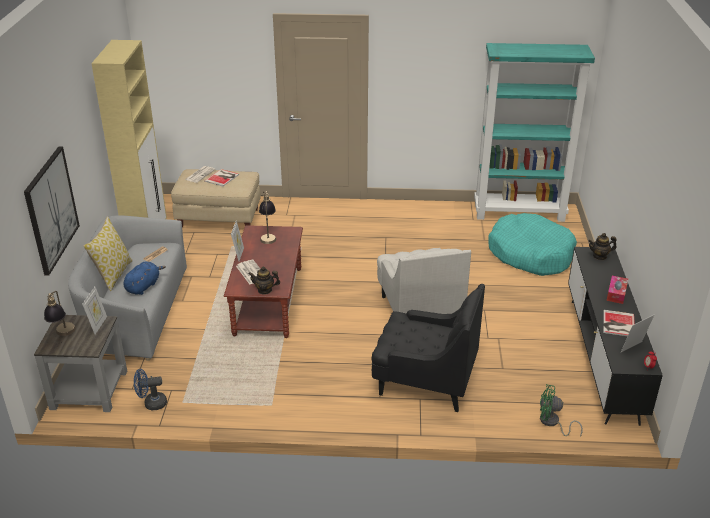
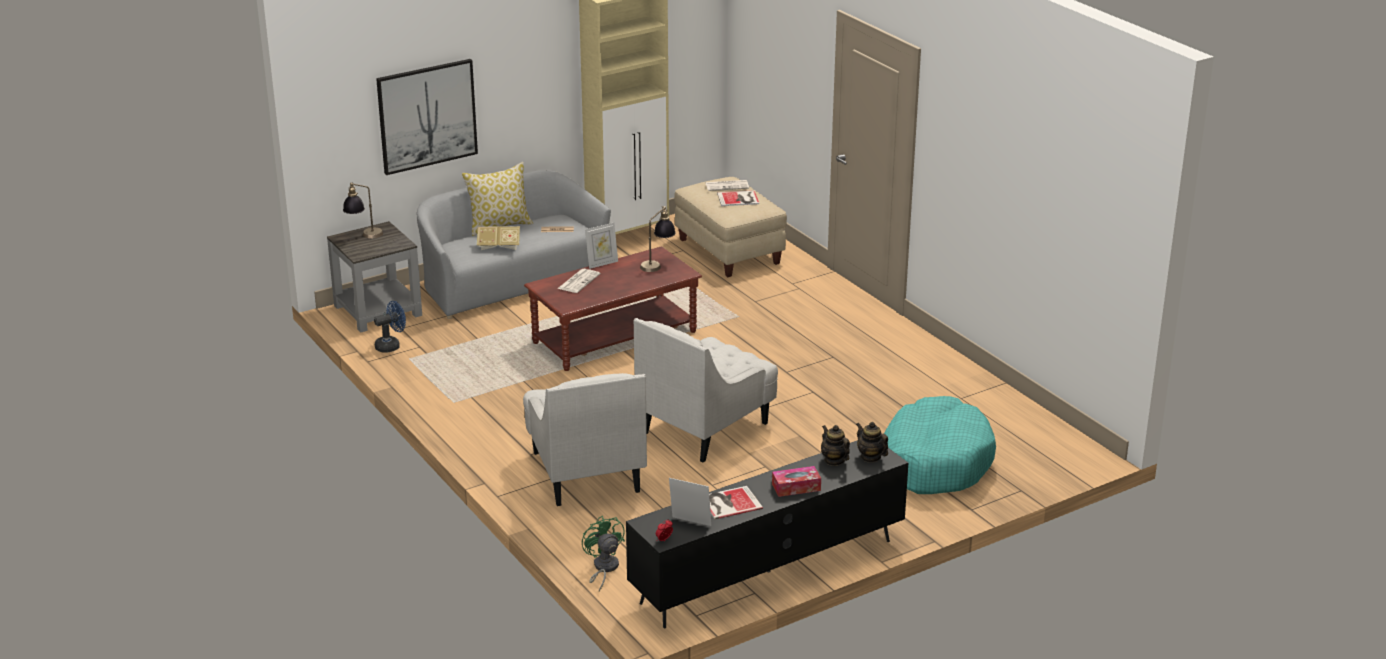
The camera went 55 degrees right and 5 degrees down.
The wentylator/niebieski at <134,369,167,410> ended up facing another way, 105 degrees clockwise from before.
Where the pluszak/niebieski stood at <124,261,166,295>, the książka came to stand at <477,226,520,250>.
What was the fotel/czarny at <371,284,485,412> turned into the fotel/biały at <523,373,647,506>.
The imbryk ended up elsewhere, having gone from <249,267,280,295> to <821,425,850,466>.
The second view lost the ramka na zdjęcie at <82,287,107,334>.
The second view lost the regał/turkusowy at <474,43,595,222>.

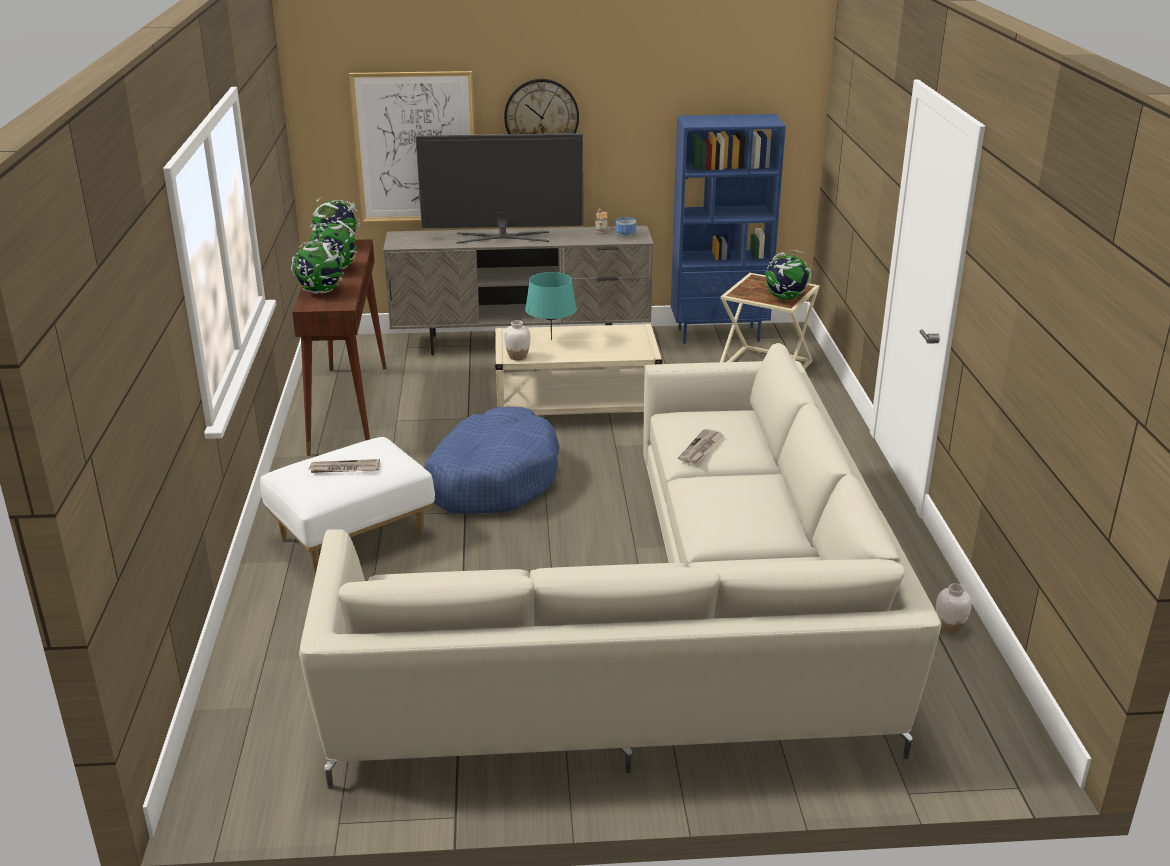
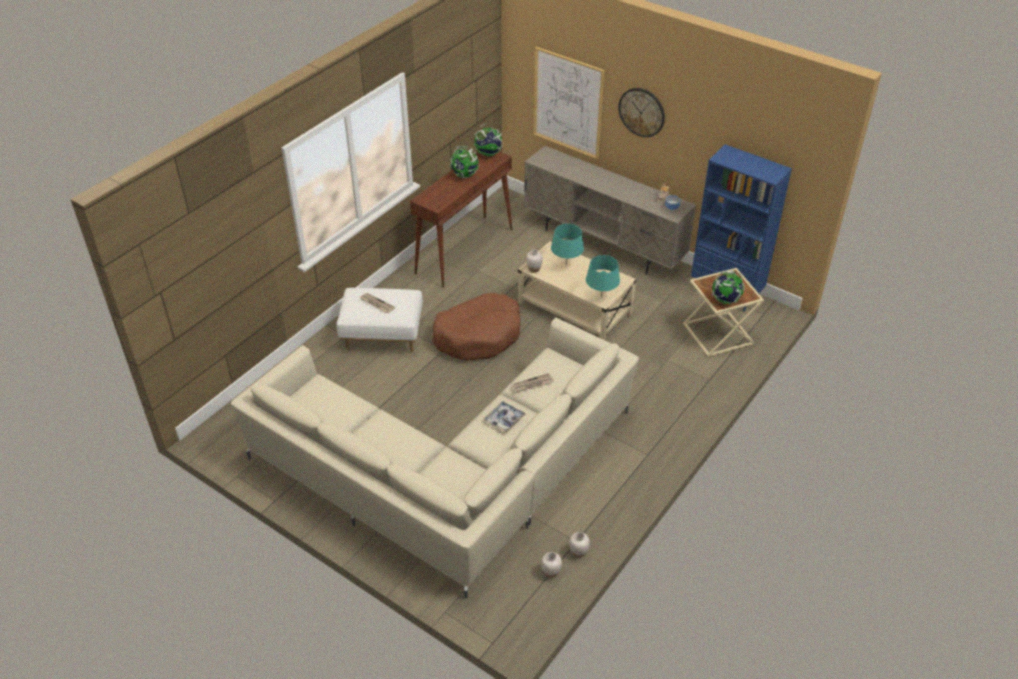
The camera went 40 degrees right and 15 degrees up.
What was the legowisko/niebieski at <424,407,560,514> turned into the legowisko/brązowy at <432,293,521,361>.
The second view gained the taca at <484,401,525,433>.
The second view gained the wazon/biały at <541,552,562,578>.
The second view gained the lampa stołowa/turkusowy at <586,255,620,297>.
The second view lost the globus at <291,240,344,294>.
The second view lost the telewizor at <416,133,583,244>.

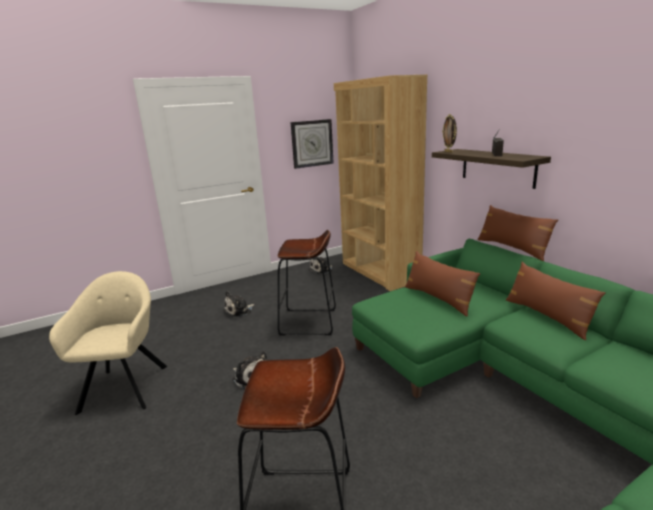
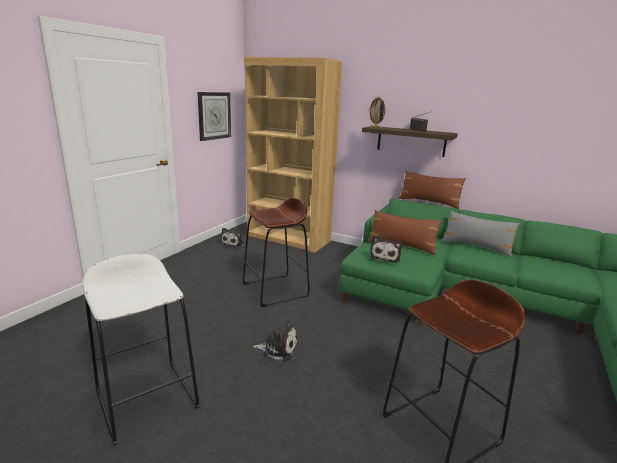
The camera went 35 degrees left and 0 degrees up.
Where the fotel/beżowy stood at <49,271,167,415>, the stołek/biały came to stand at <83,254,200,446>.
The pluszak ended up elsewhere, having gone from <224,291,255,317> to <370,236,402,263>.
What was the poduszka/brązowy at <506,262,606,340> turned into the poduszka/szary at <442,211,520,257>.

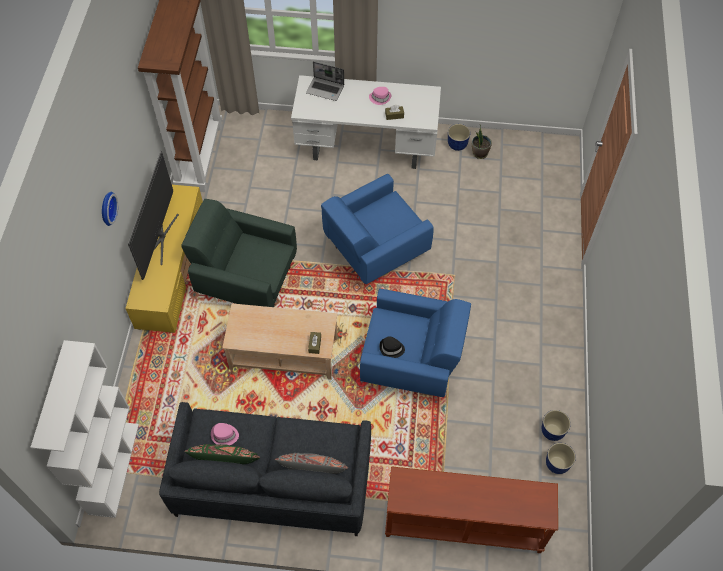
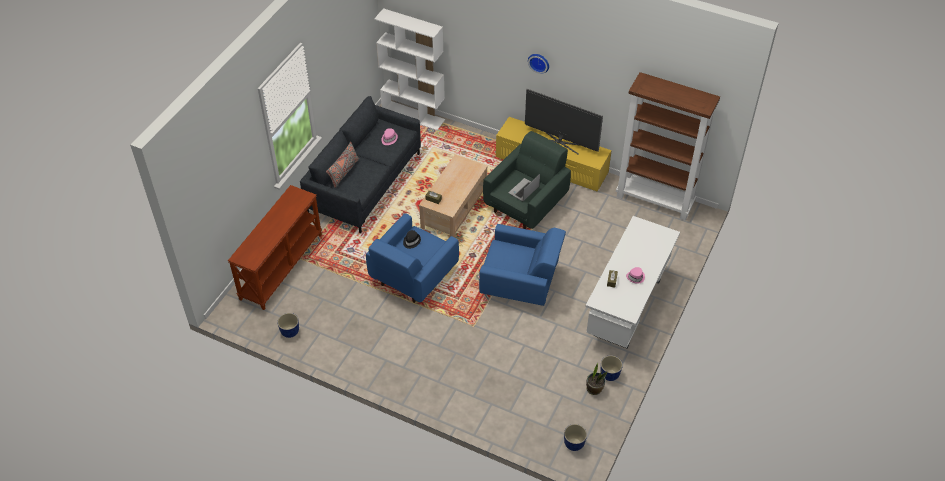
The camera went 110 degrees right and 10 degrees down.
The fotel/niebieski at <321,174,434,284> ended up facing another way, 120 degrees clockwise from before.
The laptop ended up elsewhere, having gone from <306,62,344,101> to <509,174,540,202>.
The donica ended up elsewhere, having gone from <542,410,571,441> to <564,424,587,451>.
The second view lost the poduszka/zielony at <184,444,260,464>.

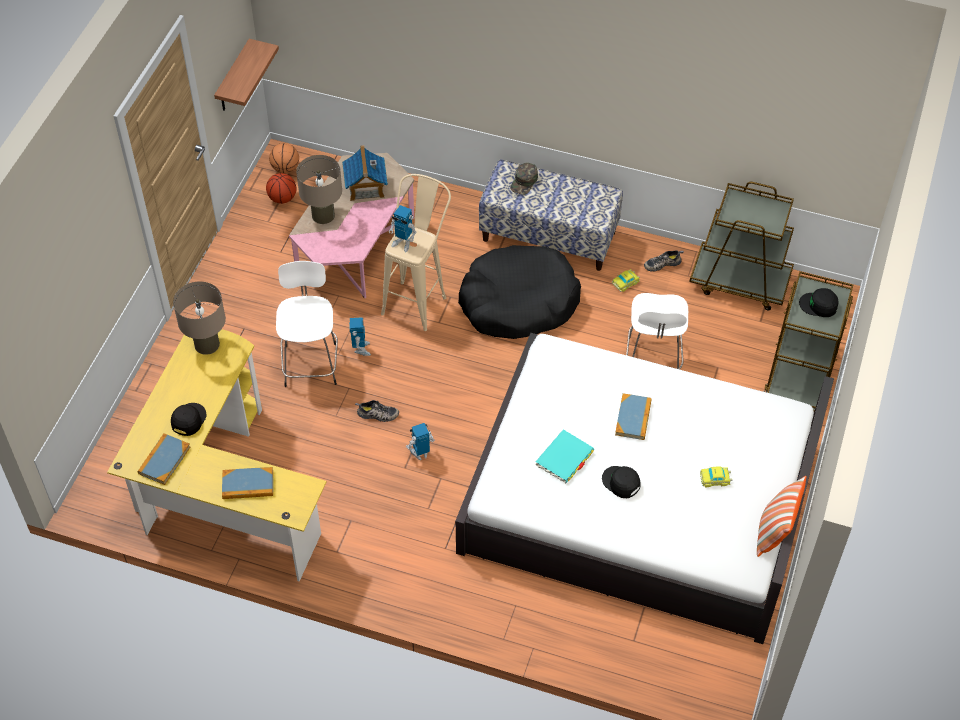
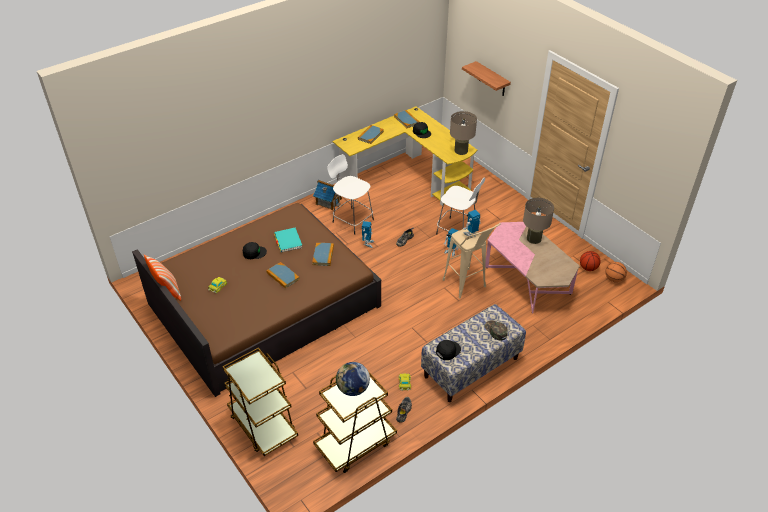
The camera went 125 degrees right and 10 degrees down.
What was the łóżko/biały at <455,333,834,644> turned into the łóżko/brązowy at <132,203,382,397>.
The second view gained the książka at <312,243,334,266>.
The domek ended up elsewhere, having gone from <342,145,388,201> to <313,180,342,210>.
The stołek/biały ended up elsewhere, having gone from <626,293,688,370> to <327,154,374,235>.
The second view gained the globus at <336,362,370,396>.
The czapka z daszkiem/czarny ended up elsewhere, having gone from <799,288,838,317> to <436,340,461,360>.
The półka ended up elsewhere, having gone from <214,39,279,110> to <462,61,511,96>.
The second view lost the legowisko/czarny at <458,245,581,339>.

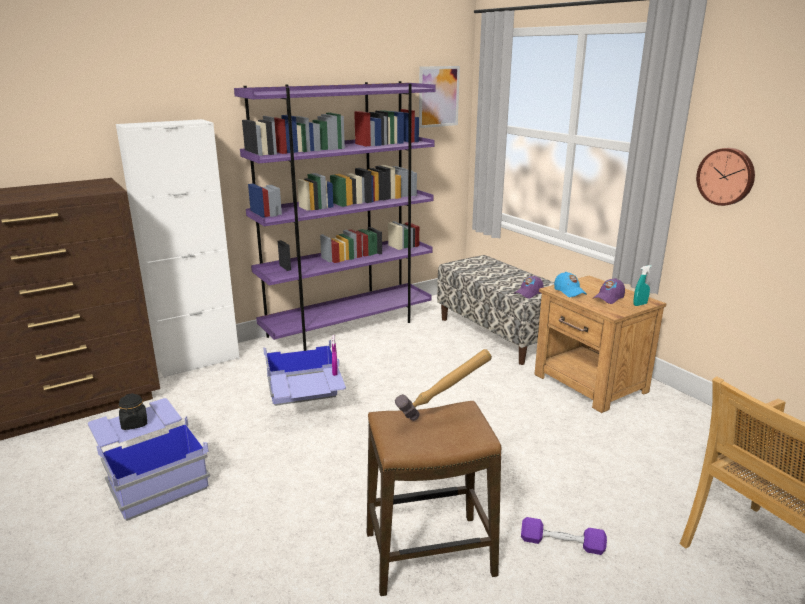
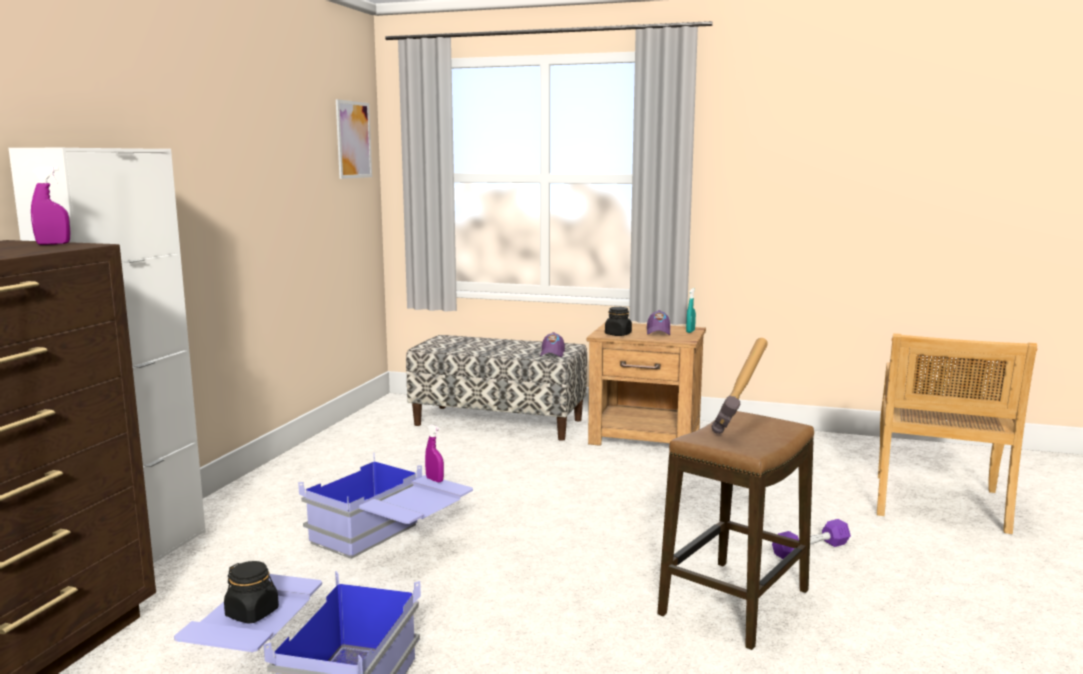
The camera went 40 degrees left and 10 degrees down.
The second view gained the spryskiwacz/fioletowy at <31,167,70,245>.
Where the czapka z daszkiem/niebieski stood at <554,272,587,297>, the słoik/czarny came to stand at <605,307,632,336>.
The second view lost the regał/fioletowy at <234,81,436,351>.
The second view lost the zegar ścienny at <696,148,755,206>.

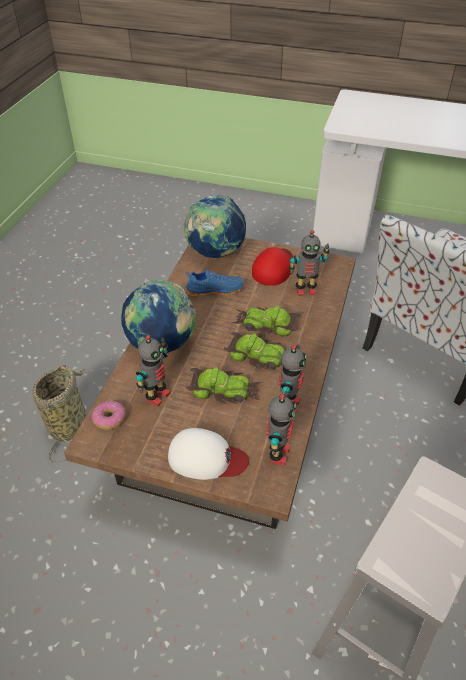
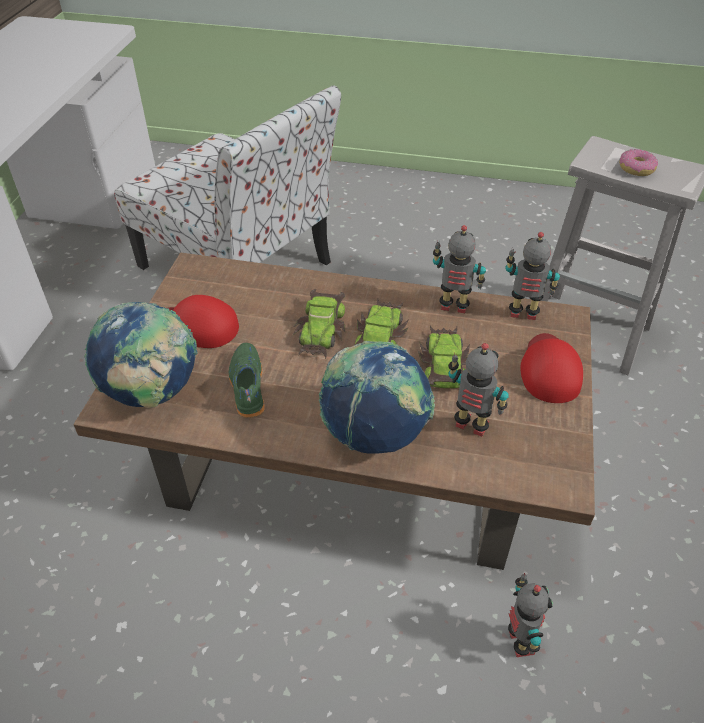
The camera went 95 degrees left and 0 degrees up.
What was the but/niebieski at <185,269,244,297> turned into the but/zielony at <229,343,265,418>.
The robot zabawkowy ended up elsewhere, having gone from <289,230,330,296> to <508,573,553,657>.
What was the czapka z daszkiem/biały at <168,428,249,480> turned into the czapka z daszkiem/czerwony at <521,333,583,403>.
The donut ended up elsewhere, having gone from <92,401,126,430> to <619,149,658,176>.
The second view lost the koszyk at <32,365,86,462>.

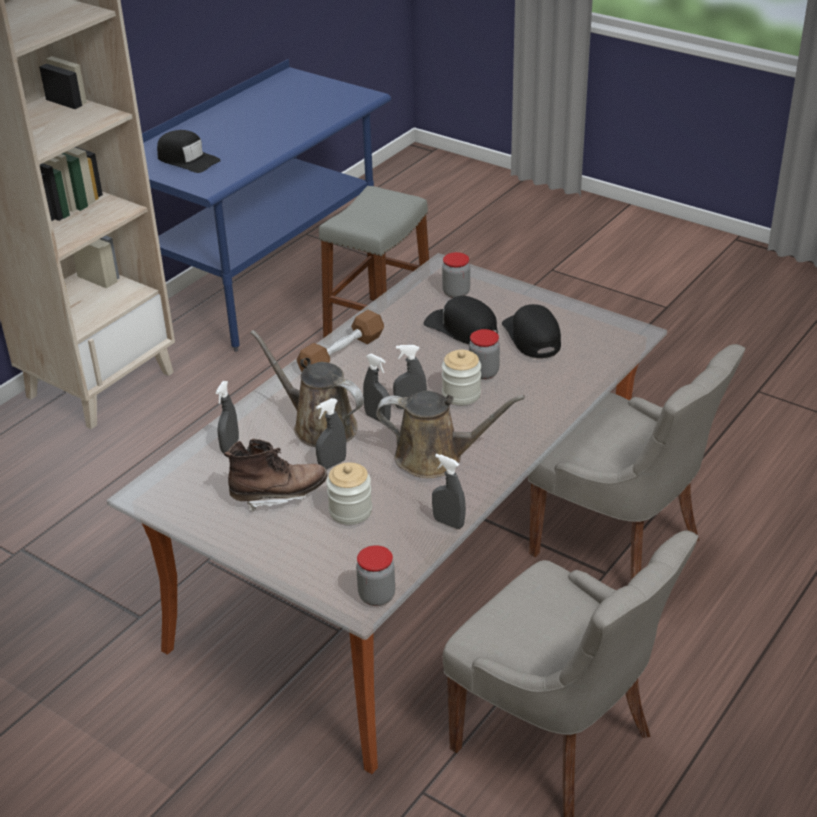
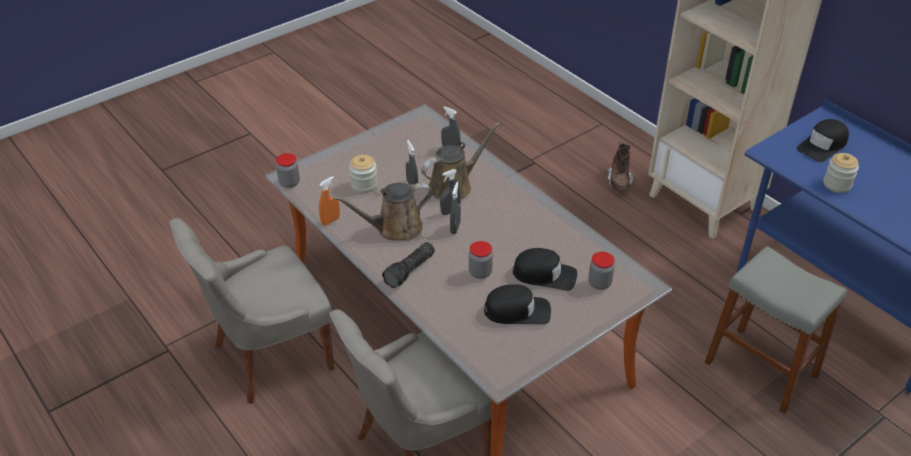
The camera went 105 degrees right and 5 degrees up.
What was the spryskiwacz/szary at <432,454,466,529> turned into the spryskiwacz/pomarańczowy at <319,176,340,225>.
The konewka/brązowy at <376,391,525,478> ended up facing another way, 45 degrees clockwise from before.
The second view gained the latarka at <382,242,435,288>.
The czapka z daszkiem/czarny at <424,296,498,344> ended up facing another way, 45 degrees clockwise from before.
The but z cholewką/brązowy ended up elsewhere, having gone from <224,439,327,513> to <607,141,633,191>.
The słoik ended up elsewhere, having gone from <442,350,481,405> to <823,153,859,193>.
The second view lost the hantel/brązowy at <297,310,384,372>.

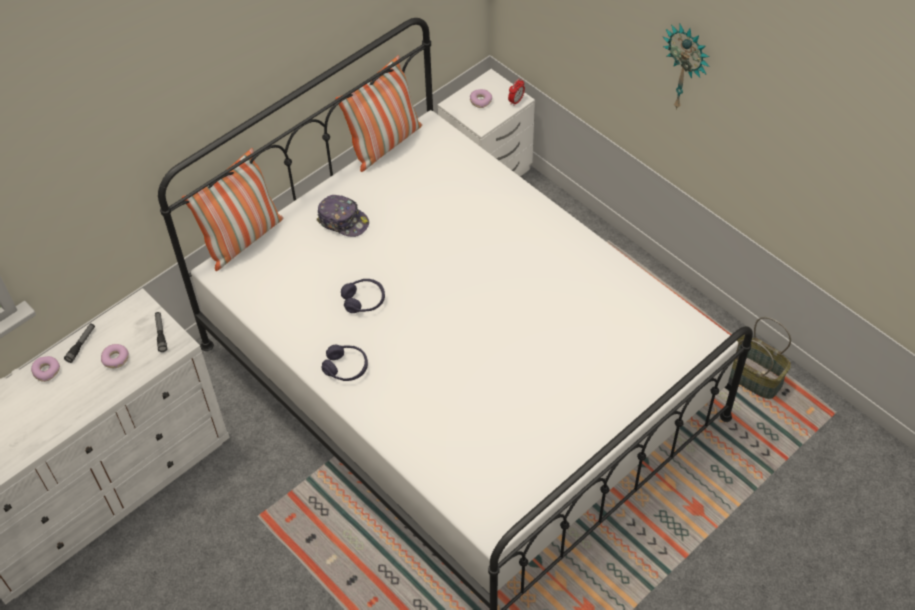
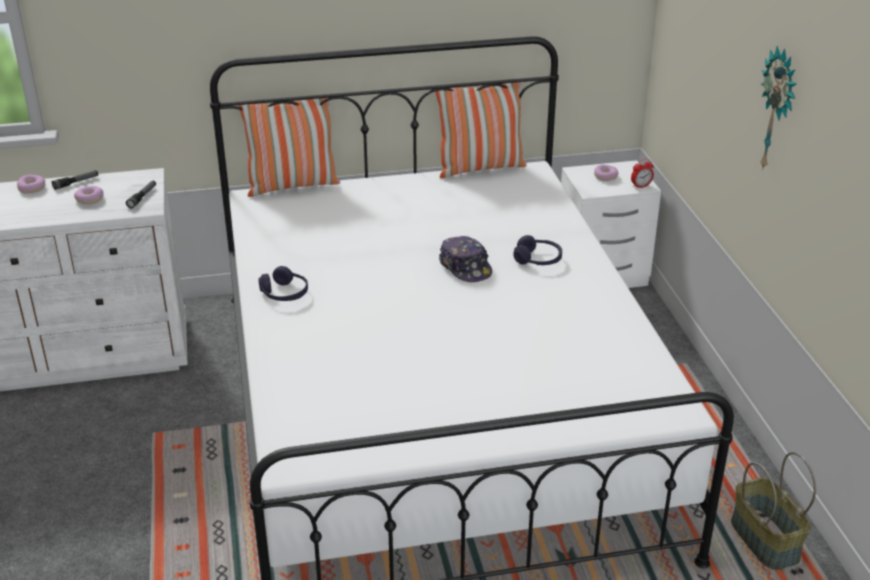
The camera went 30 degrees right and 20 degrees down.
The czapka z daszkiem ended up elsewhere, having gone from <317,195,369,237> to <439,236,492,282>.
The słuchawki/fioletowy ended up elsewhere, having gone from <341,279,385,313> to <513,235,562,265>.

